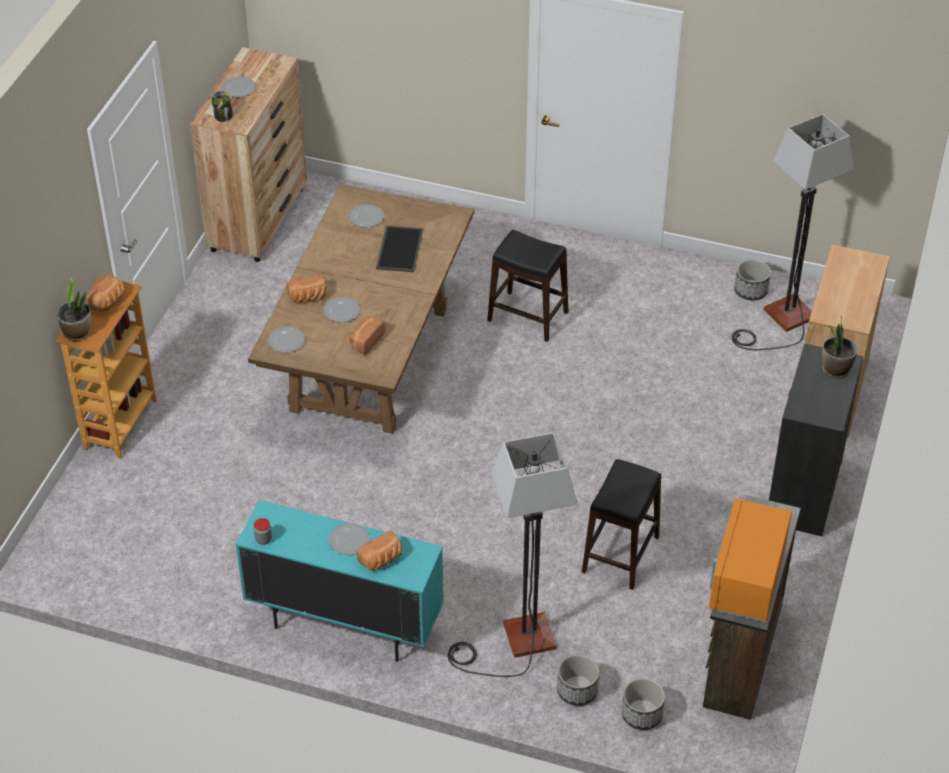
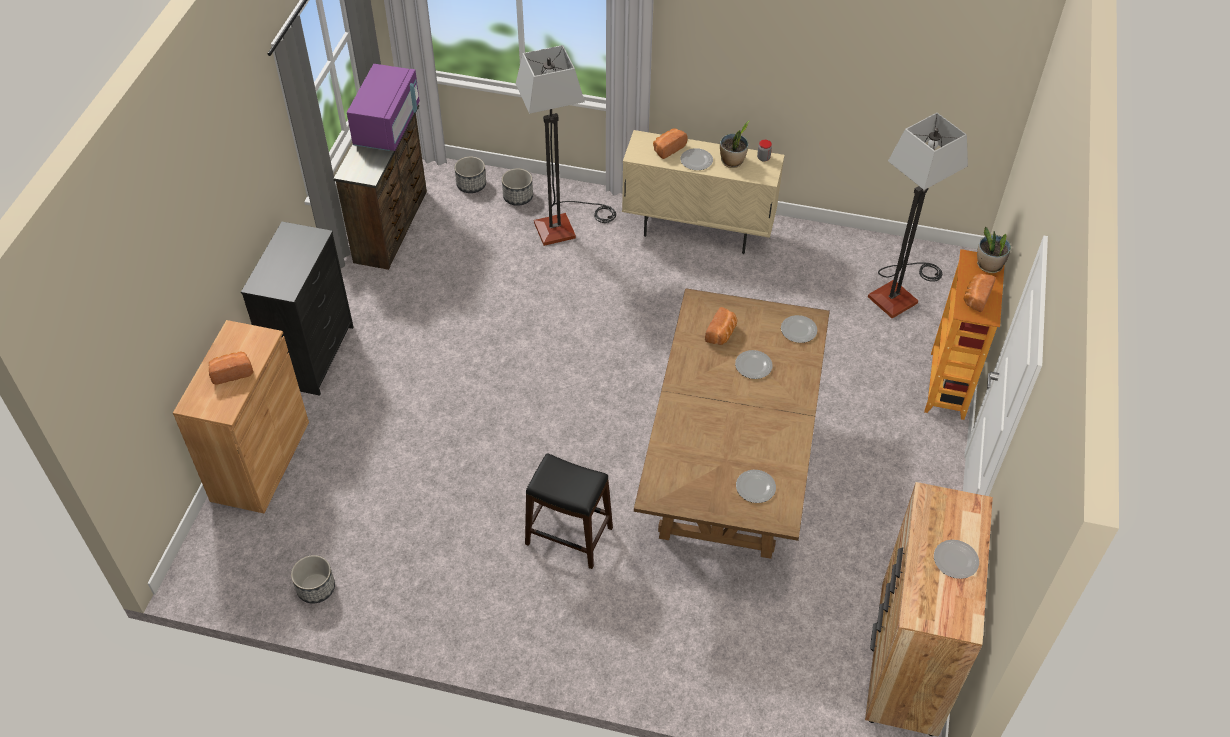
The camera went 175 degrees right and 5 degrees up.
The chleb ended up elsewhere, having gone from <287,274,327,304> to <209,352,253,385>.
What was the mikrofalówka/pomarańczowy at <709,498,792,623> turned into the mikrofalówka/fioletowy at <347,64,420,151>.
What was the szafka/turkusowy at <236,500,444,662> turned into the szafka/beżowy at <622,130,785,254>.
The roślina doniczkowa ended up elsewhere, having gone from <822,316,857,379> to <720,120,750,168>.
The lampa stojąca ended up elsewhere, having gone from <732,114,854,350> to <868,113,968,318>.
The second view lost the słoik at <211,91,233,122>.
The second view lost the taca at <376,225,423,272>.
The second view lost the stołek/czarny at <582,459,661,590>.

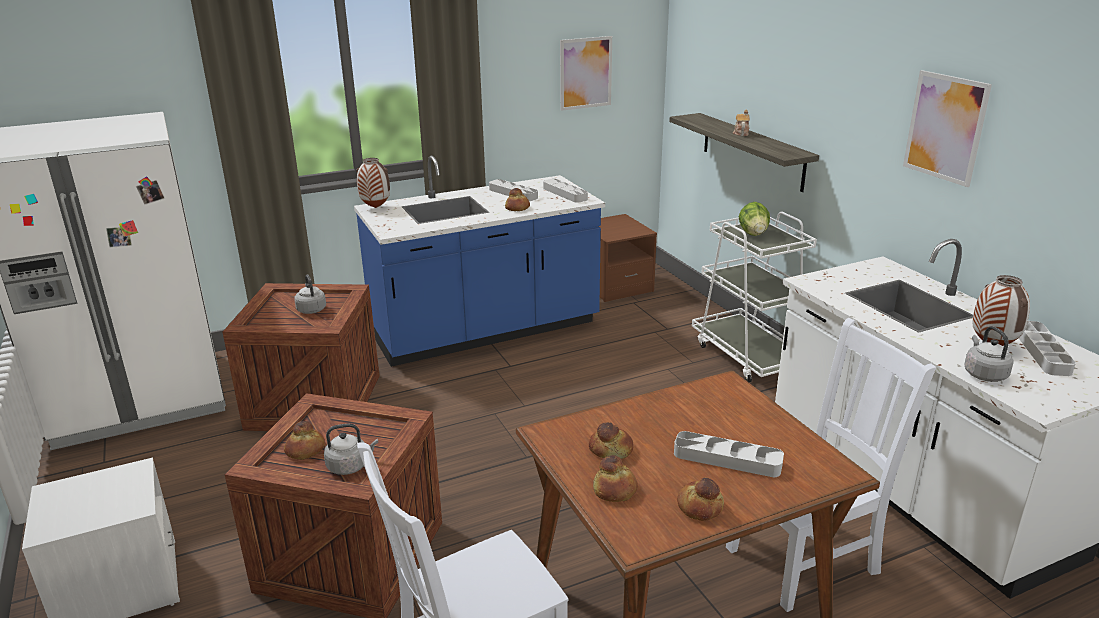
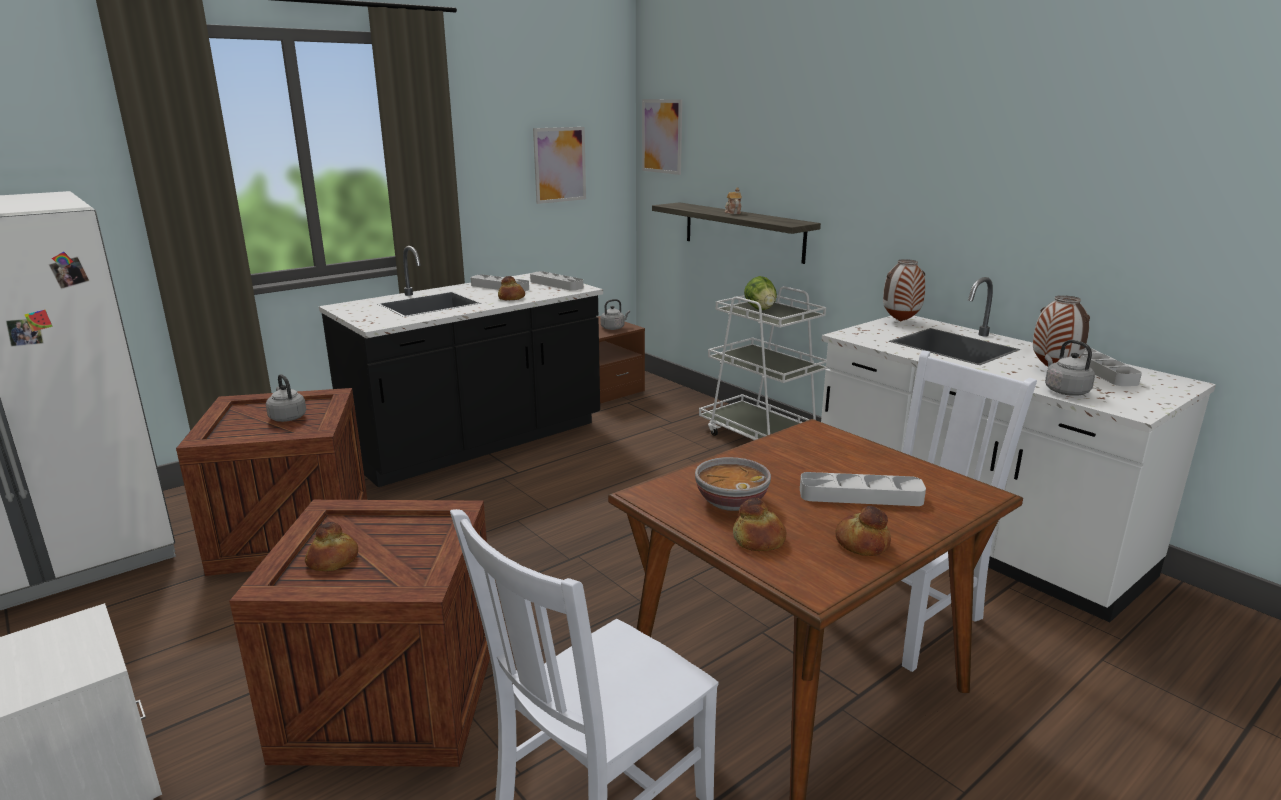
The camera went 15 degrees left and 5 degrees down.
What was the zabudowa kuchenna/niebieski at <354,156,605,367> turned into the zabudowa kuchenna/czarny at <319,246,603,487>.
The czajnik/szary ended up elsewhere, having gone from <324,423,378,475> to <601,299,630,330>.
The obraz ended up elsewhere, having gone from <903,70,992,187> to <642,99,682,175>.
Where the chleb stood at <589,422,633,459>, the miska came to stand at <695,457,771,511>.
The wazon ended up elsewhere, having gone from <356,158,390,208> to <883,259,926,322>.

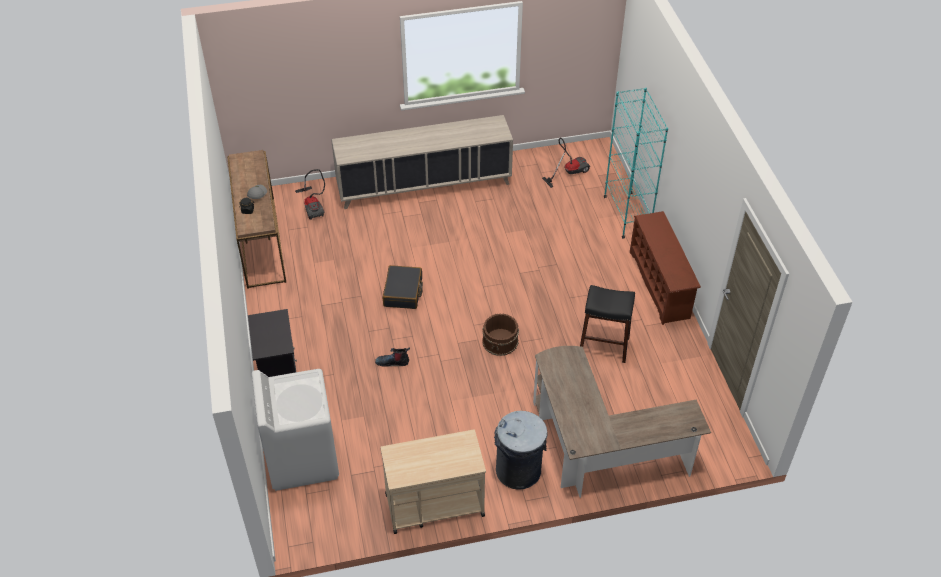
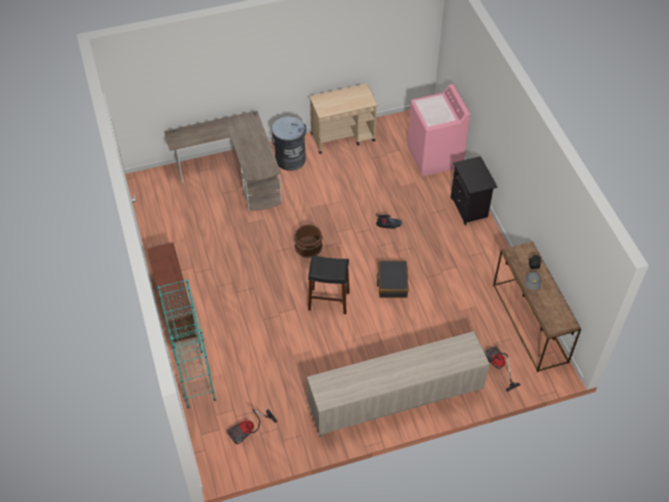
The camera went 175 degrees right and 5 degrees up.
The stołek/czarny ended up elsewhere, having gone from <580,285,635,363> to <308,255,350,314>.
What was the pralka/biały at <252,369,339,491> turned into the pralka/różowy at <407,84,470,176>.

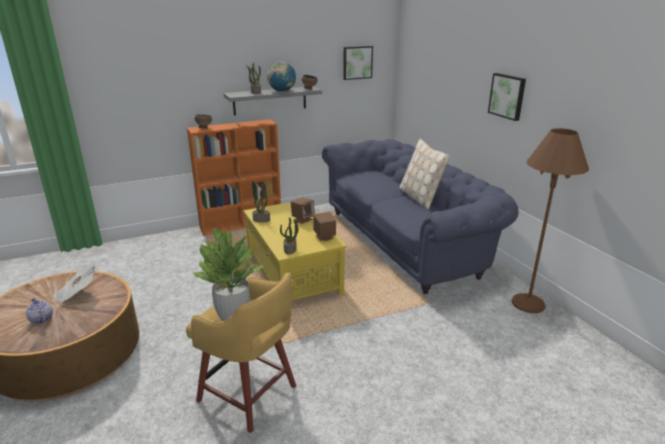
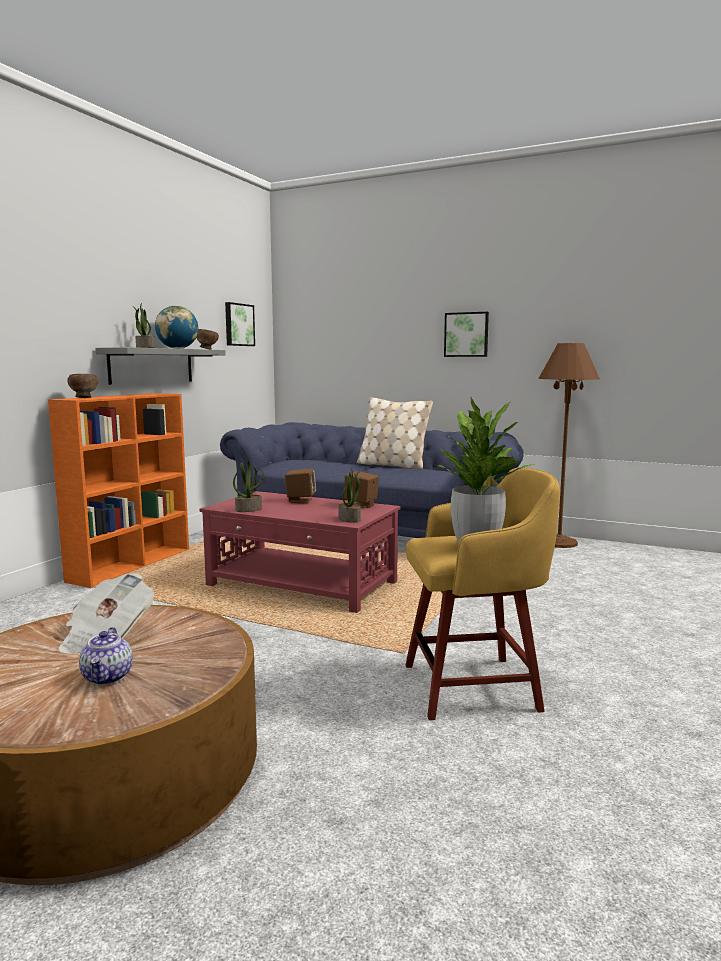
The camera went 40 degrees left and 15 degrees down.
The imbryk at <26,298,53,324> ended up facing another way, 105 degrees counterclockwise from before.
What was the ława/żółty at <243,202,347,300> turned into the ława/czerwony at <199,491,401,613>.

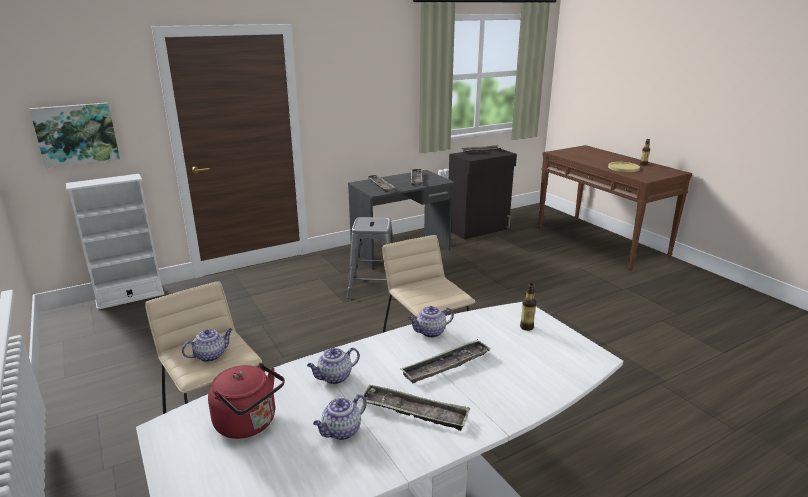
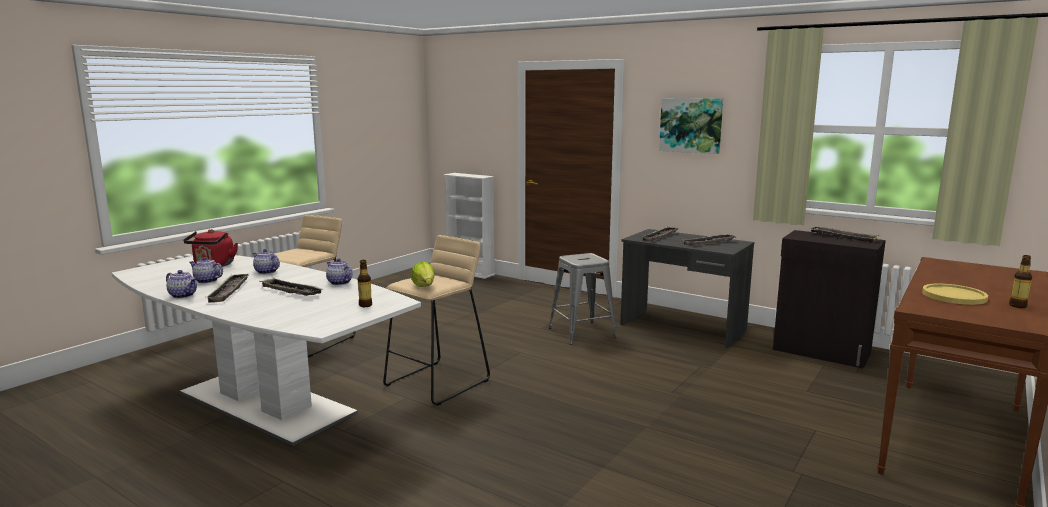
The camera went 65 degrees right and 10 degrees down.
The imbryk ended up elsewhere, having gone from <182,328,233,362> to <166,270,197,298>.
The second view gained the sałata at <411,261,435,287>.
The obraz ended up elsewhere, having gone from <30,103,120,168> to <659,98,723,154>.

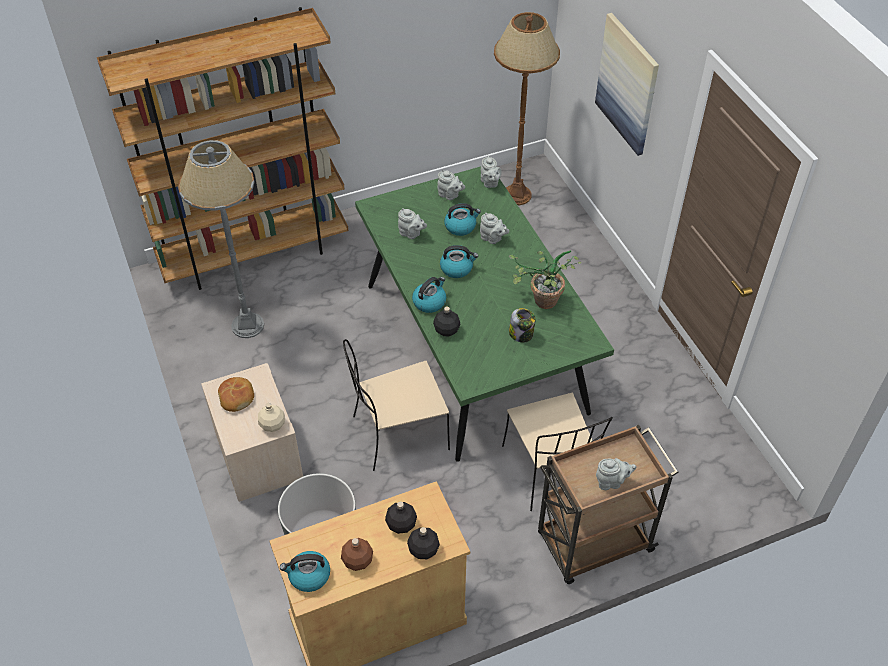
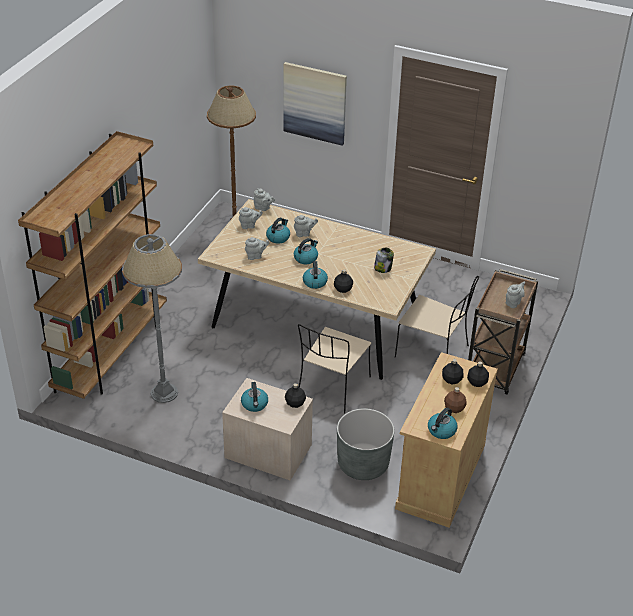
The camera went 45 degrees left and 10 degrees down.
What was the stół jadalny/zielony at <355,166,614,462> turned into the stół jadalny/beżowy at <198,199,436,380>.
Where the chleb stood at <218,377,254,412>, the czajnik came to stand at <241,382,268,412>.
What was the butelka/beżowy at <258,403,285,432> turned into the butelka/czarny at <285,383,306,408>.
The second view lost the roślina doniczkowa at <509,250,581,309>.

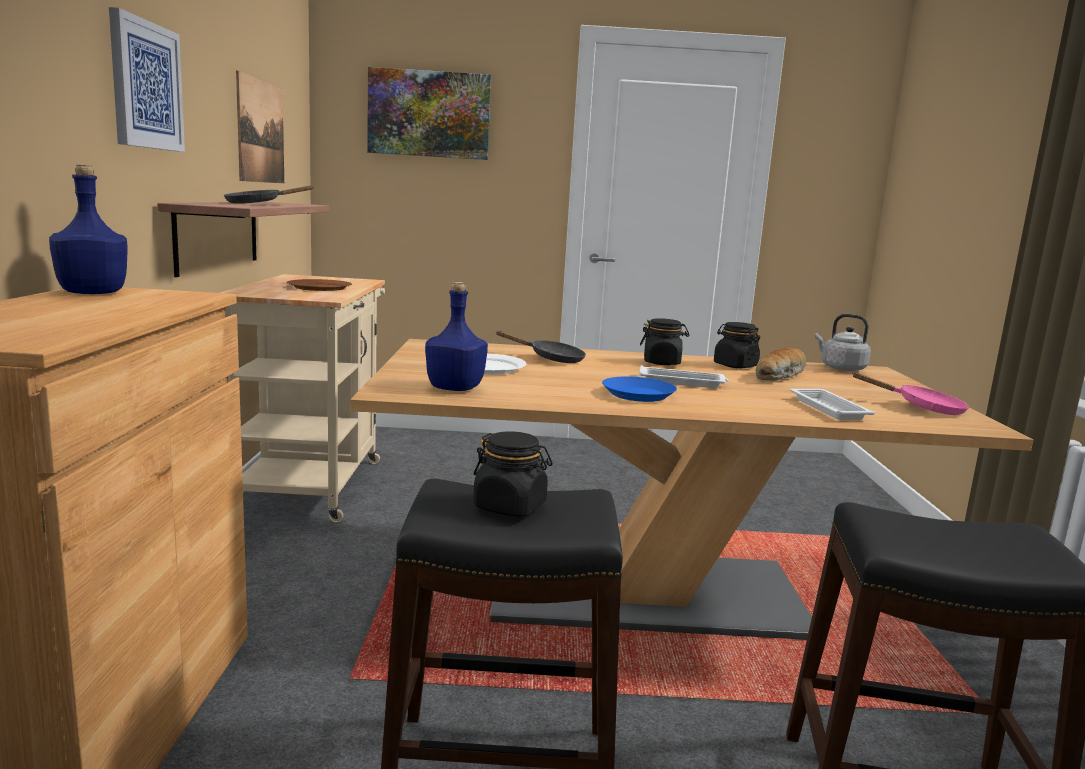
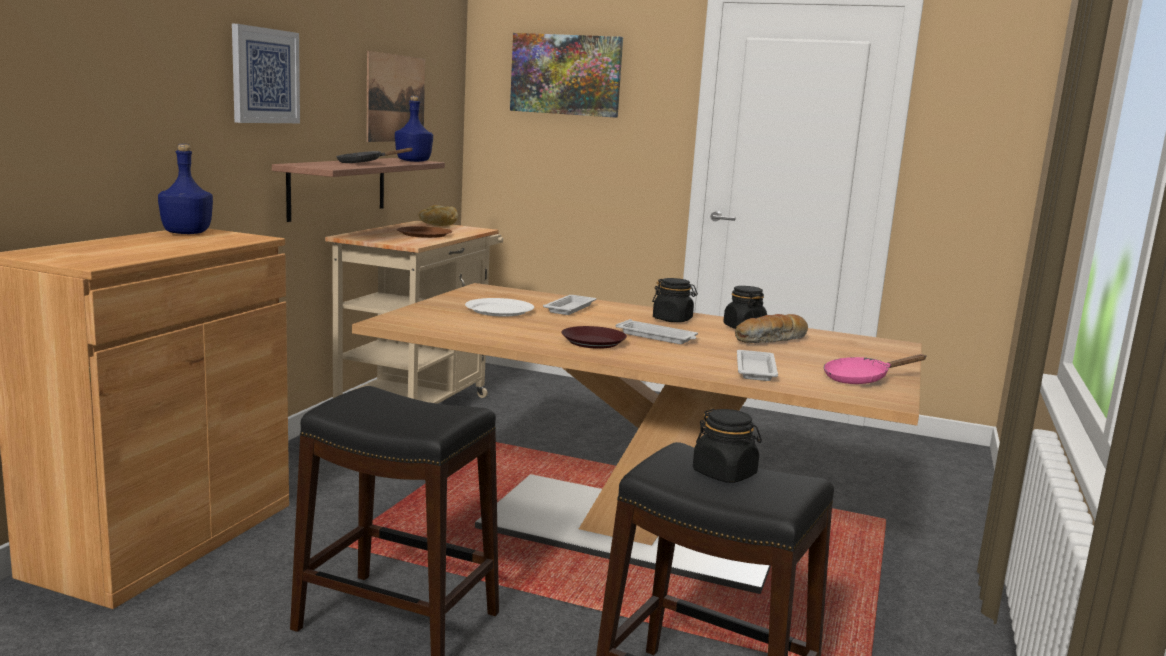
The camera went 20 degrees right and 0 degrees up.
The butelka/niebieski ended up elsewhere, having gone from <425,282,488,391> to <395,96,433,162>.
The second view gained the chleb at <419,205,458,226>.
Where the patelnia/czarny stood at <495,331,586,363>, the taca/biały came to stand at <543,295,597,315>.
What was the talerz/niebieski at <602,376,677,402> turned into the talerz/brązowy at <561,326,627,349>.
The słoik/czarny ended up elsewhere, having gone from <473,431,553,517> to <693,409,762,483>.
The patelnia/różowy at <852,372,969,415> ended up facing another way, 120 degrees clockwise from before.
The second view lost the czajnik/szary at <815,314,871,371>.

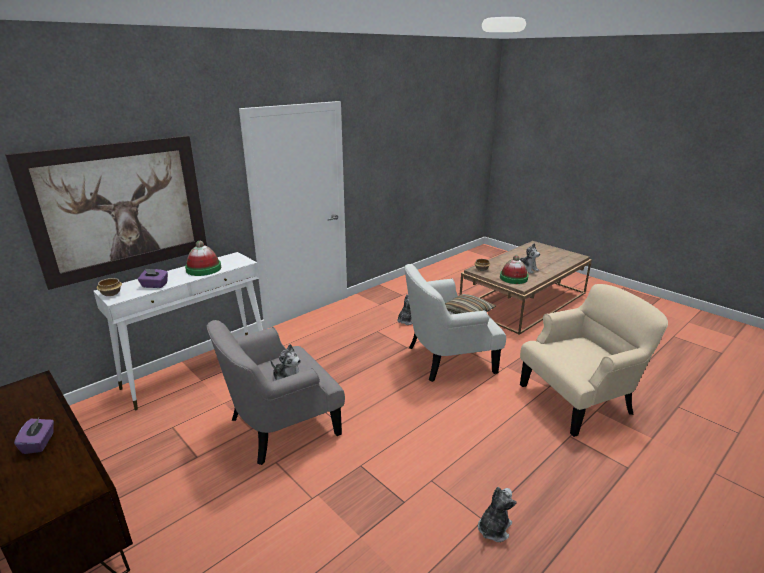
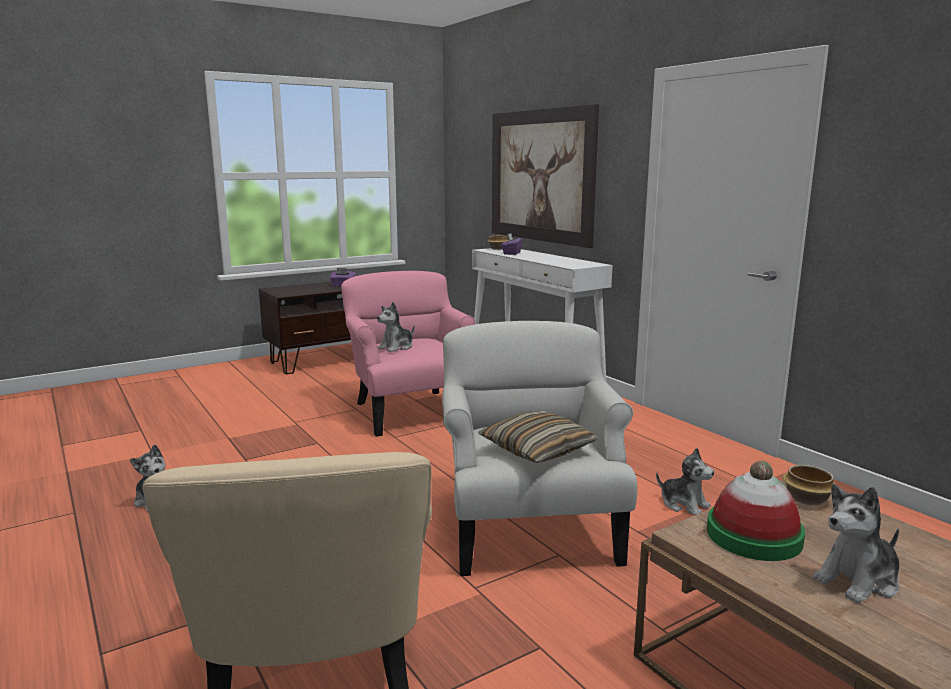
The camera went 100 degrees right and 10 degrees down.
What was the fotel/szary at <207,320,345,465> turned into the fotel/różowy at <341,271,476,437>.
The second view lost the kapelusz at <185,241,221,276>.

